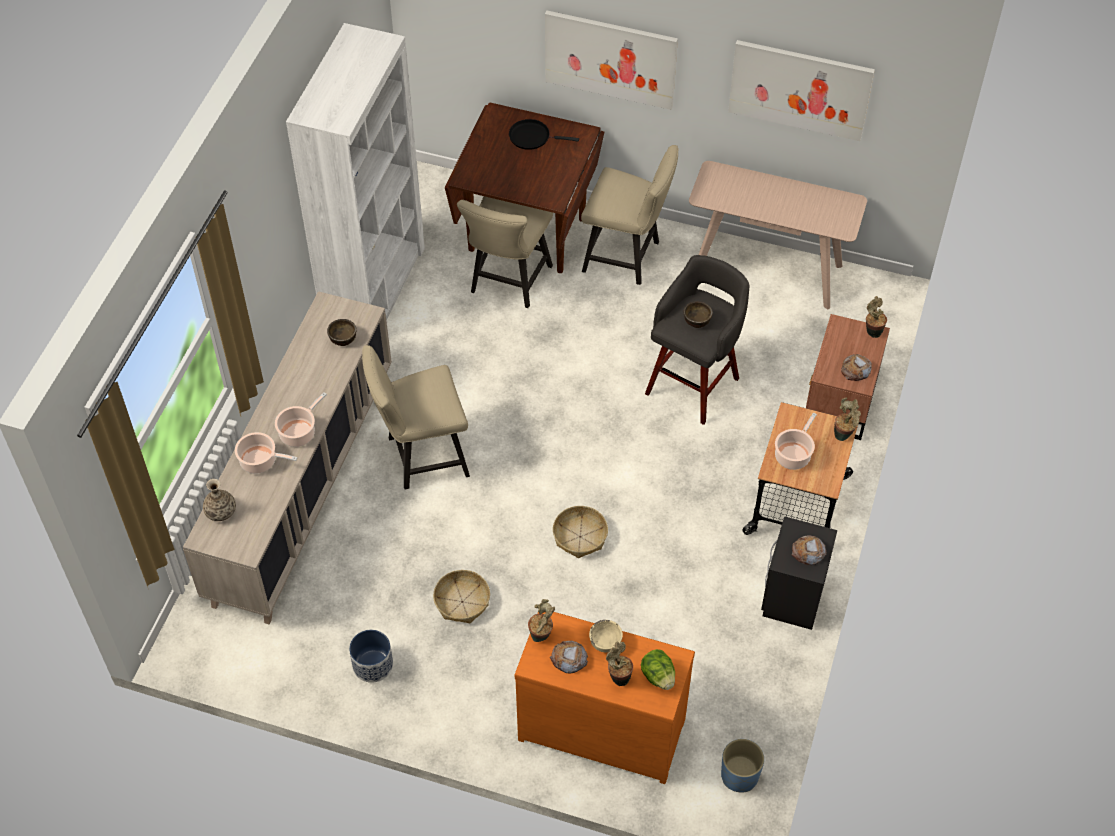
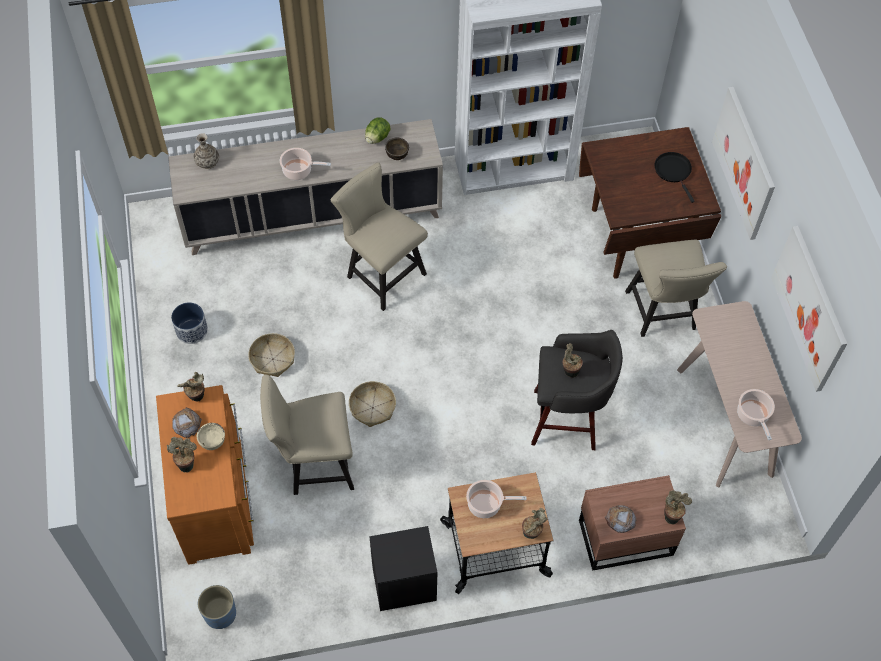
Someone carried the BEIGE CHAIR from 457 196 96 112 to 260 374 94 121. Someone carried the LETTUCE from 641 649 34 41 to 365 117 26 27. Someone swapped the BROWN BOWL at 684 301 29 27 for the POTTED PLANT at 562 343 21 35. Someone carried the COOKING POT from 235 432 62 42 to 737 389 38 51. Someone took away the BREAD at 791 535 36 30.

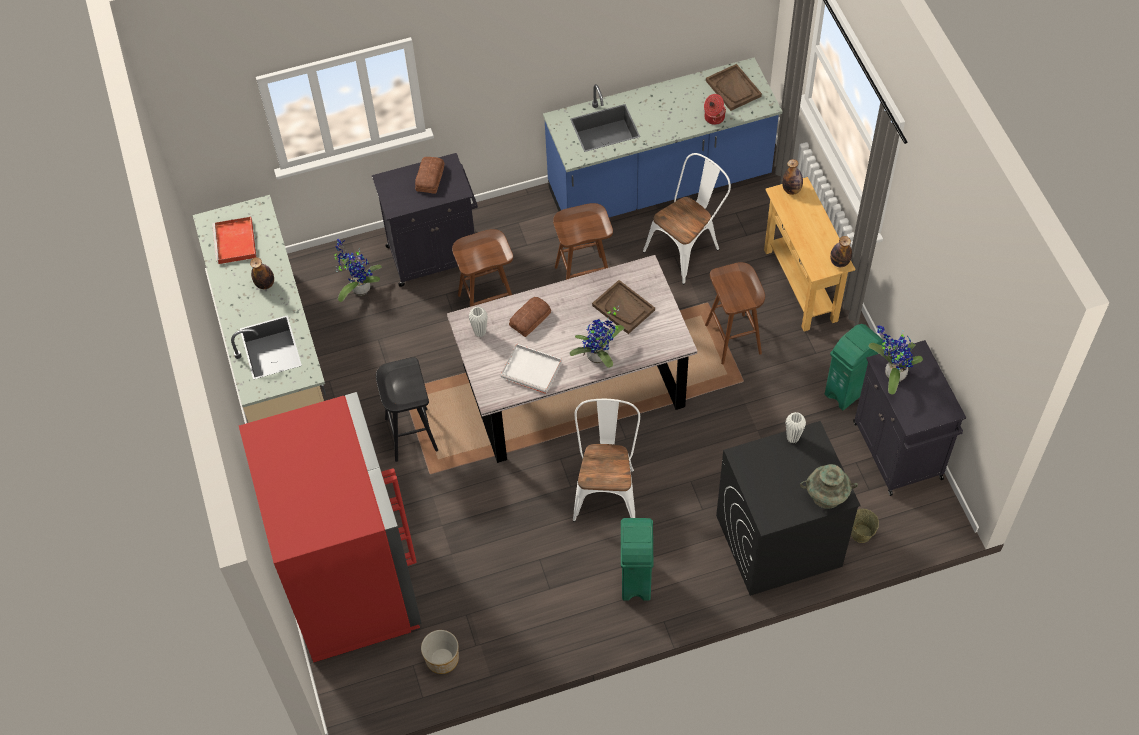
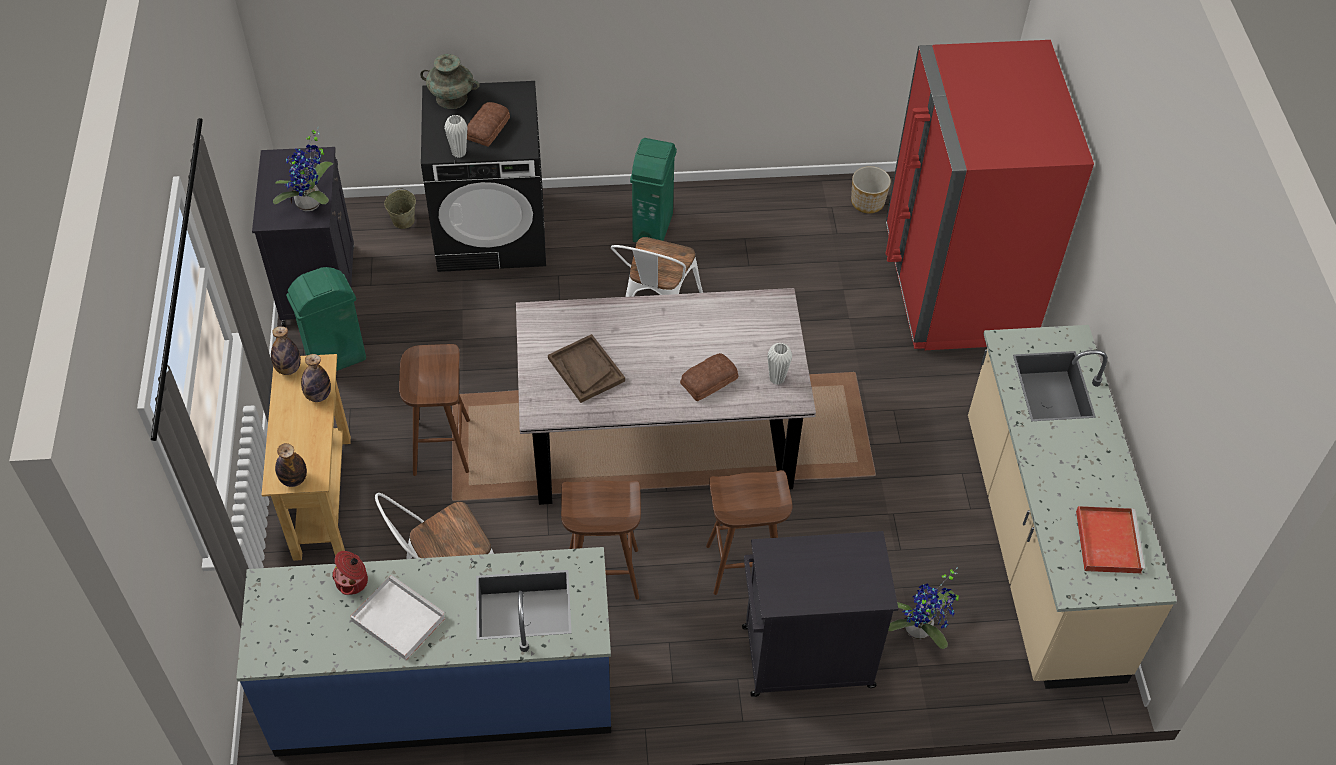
Someone carried the BOTTLE from 250 257 24 32 to 301 354 30 48. Someone carried the WHITE TRAY from 500 344 62 50 to 350 575 96 85. Someone carried the BREAD from 415 157 29 37 to 467 102 43 45. Someone took away the BLACK STOOL at 376 357 62 105. Someone took away the POTTED PLANT at 570 306 55 62. Someone took away the BROWN TRAY at 706 64 56 47.

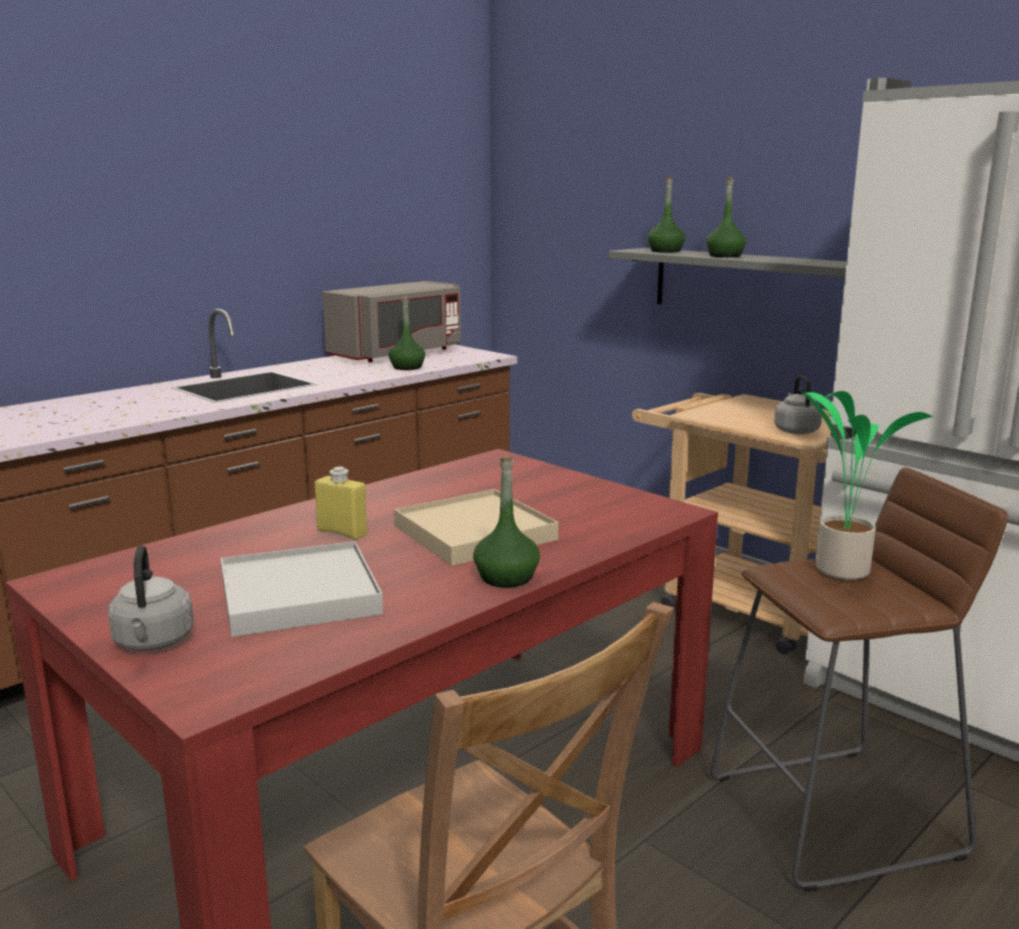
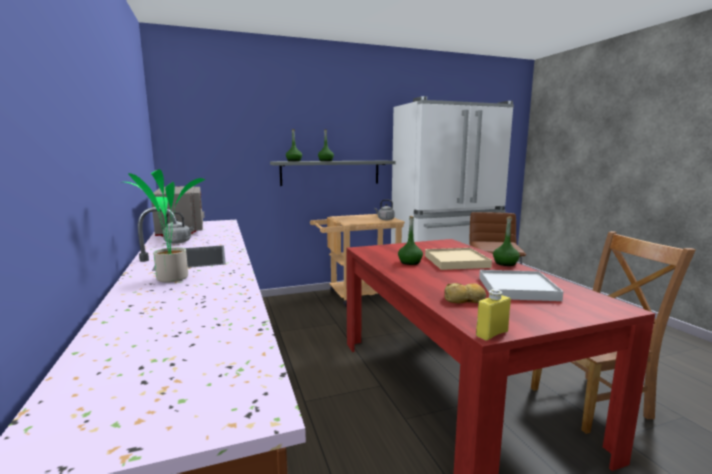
Someone carried the POTTED PLANT from 798 389 134 191 to 119 169 86 113. Someone carried the GREY KETTLE from 108 545 86 106 to 163 212 31 32. Someone carried the GREEN BOTTLE from 388 297 37 73 to 398 216 25 49. Someone put down the BREAD at 444 283 42 20. Someone carried the YELLOW BOTTLE from 315 467 53 72 to 476 289 35 52.

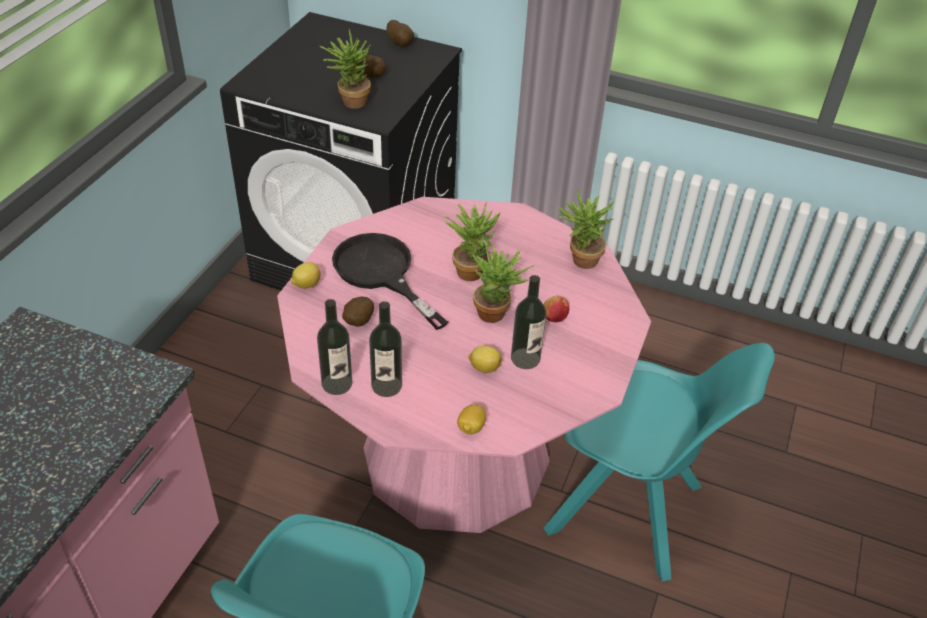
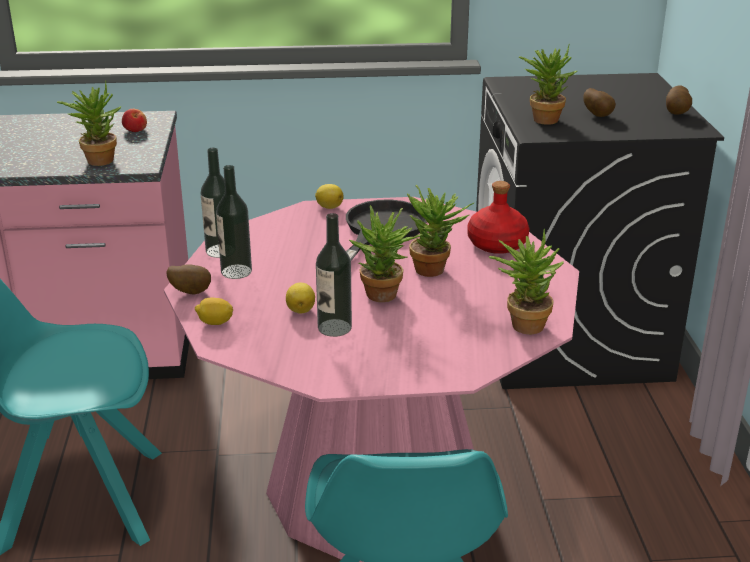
Someone put down the POTTED PLANT at 57 80 65 86. Someone carried the APPLE from 544 296 25 26 to 122 109 25 23. Someone carried the POTATO from 342 297 32 30 to 166 264 45 31. Someone put down the RED BOTTLE at 467 181 63 73.

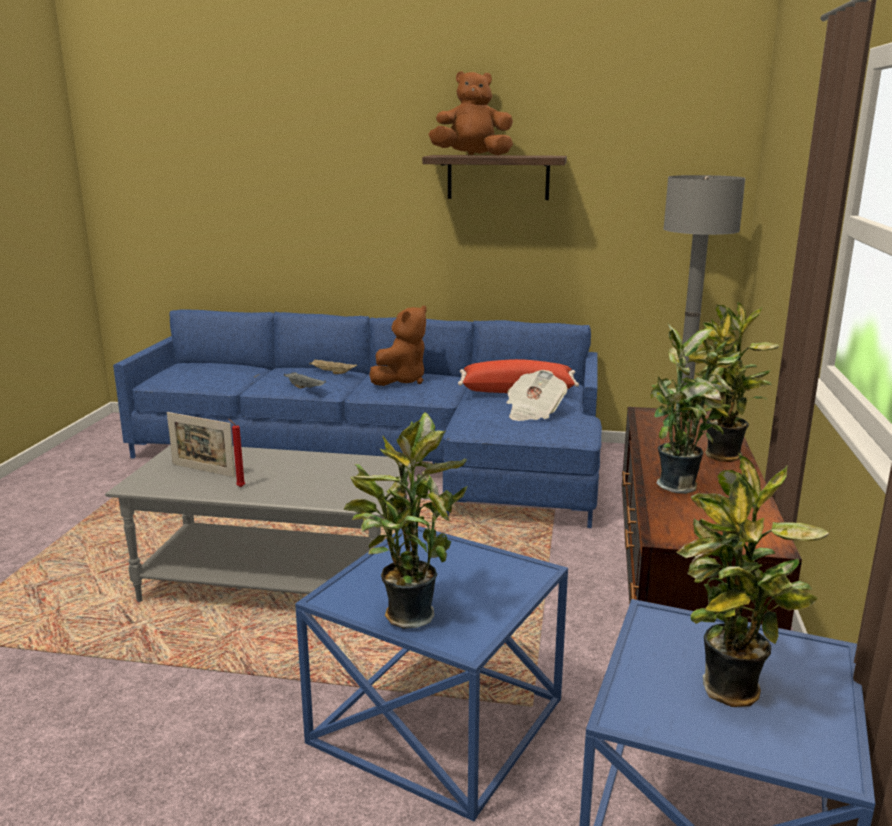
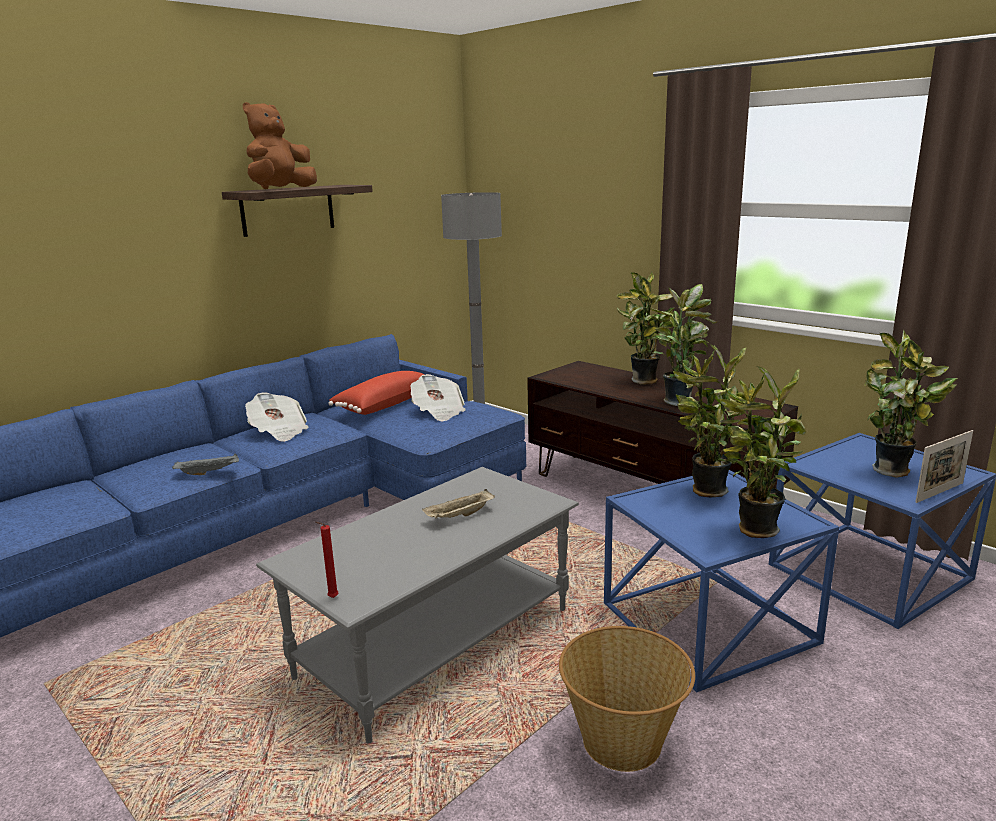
Someone swapped the BROWN PLUSH TOY at 369 306 58 80 for the NEWSPAPER at 245 392 64 50. Someone carried the RED CANDLE from 229 419 16 68 to 315 522 24 76. Someone carried the BEIGE TRAY from 309 359 48 15 to 422 489 73 29. Someone put down the BASKET at 559 626 136 146. Someone put down the POTTED PLANT at 673 344 73 154. Someone carried the PICTURE FRAME from 167 412 68 65 to 915 430 58 73.

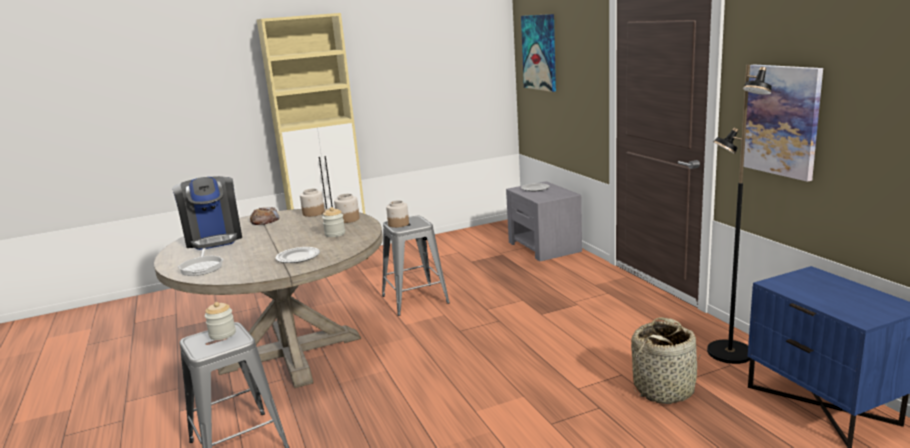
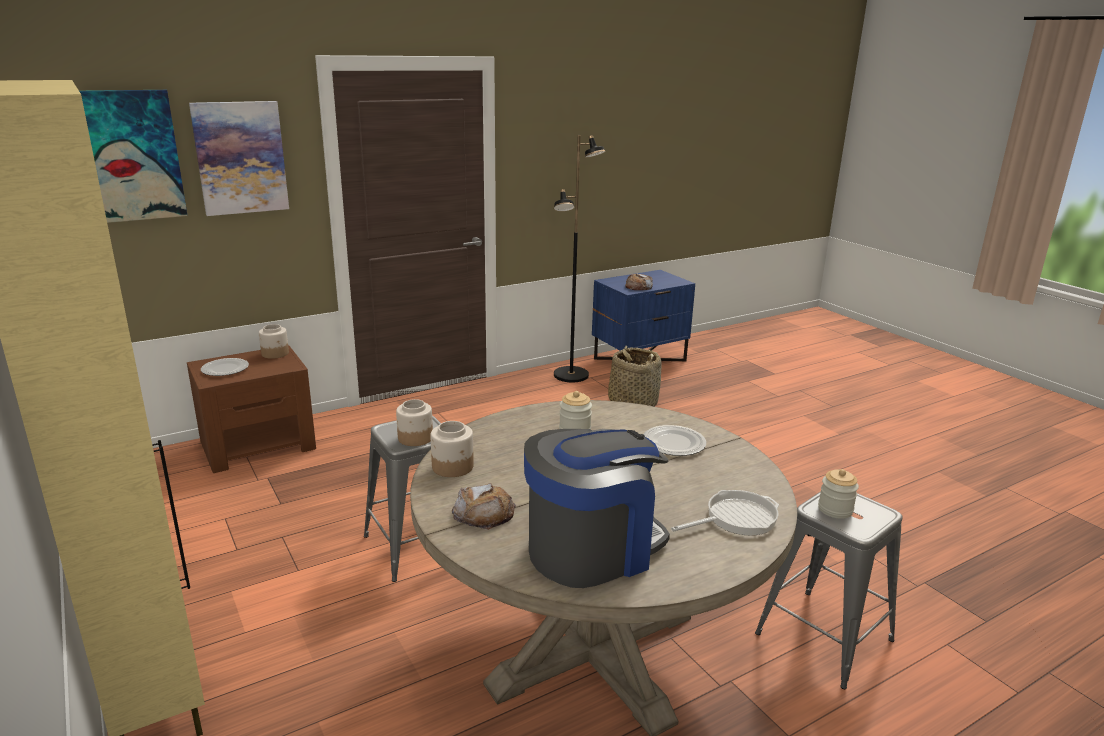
Someone repainted the GREY NIGHTSTAND at 506 181 76 80, which became the BROWN NIGHTSTAND at 187 345 129 128. Someone carried the PICTURE from 744 64 79 118 to 189 101 100 115. Someone carried the JAR from 334 194 26 29 to 259 324 30 35. Someone put down the BREAD at 625 274 28 16.

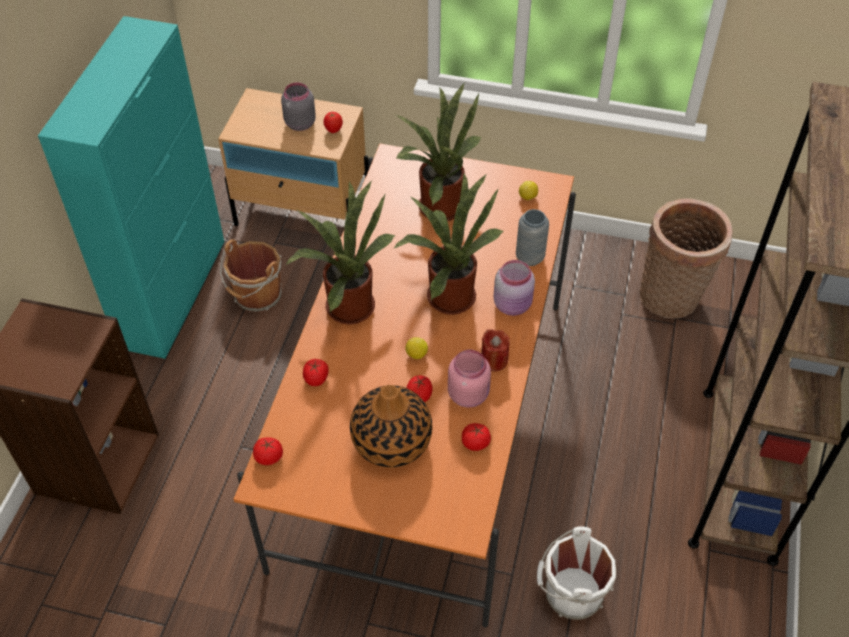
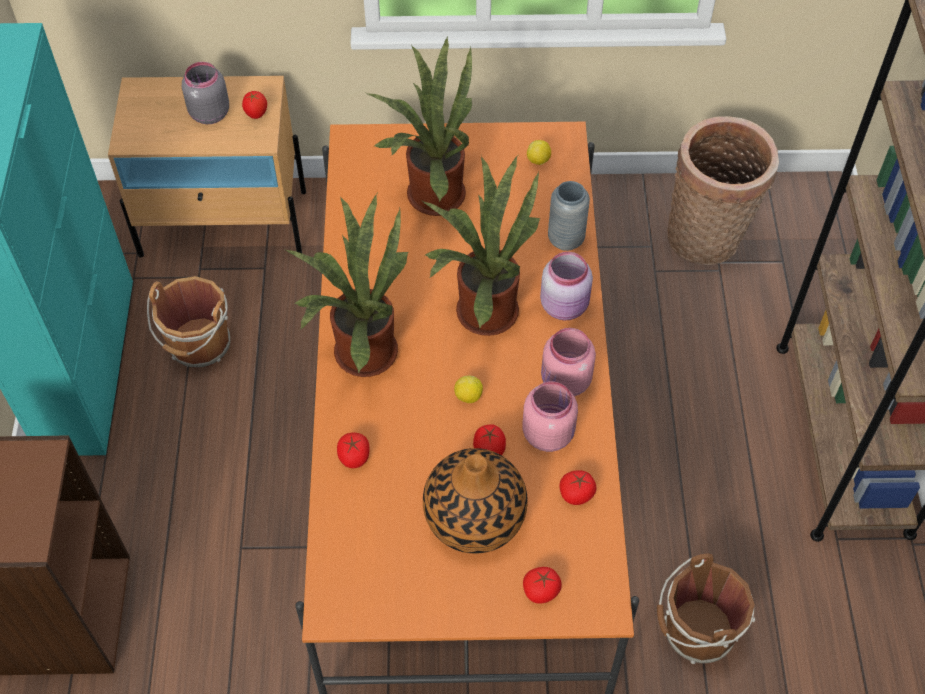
Someone carried the TOMATO from 253 437 30 28 to 523 567 39 37. Someone swapped the RED CANDLE at 481 330 29 42 for the PINK JAR at 541 328 55 68. Someone repainted the WHITE BUCKET at 537 526 79 94, which became the BROWN BUCKET at 657 554 98 110.

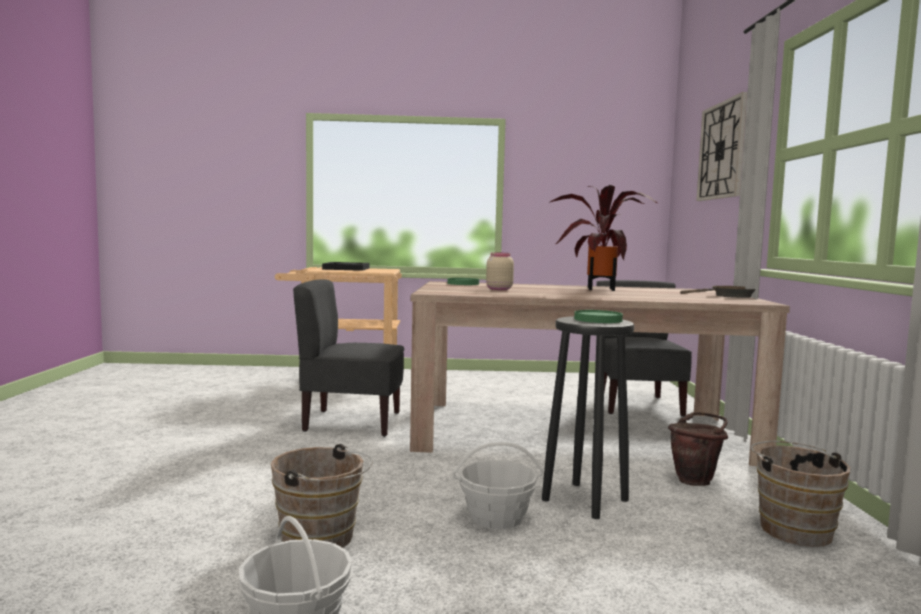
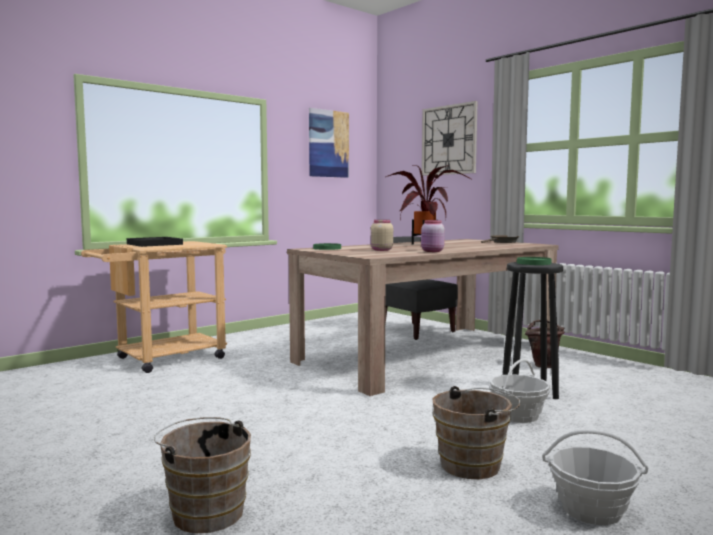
Someone carried the BROWN BUCKET from 751 441 99 106 to 154 417 97 116. Someone put up the PICTURE at 309 108 40 70. Someone put down the PINK JAR at 421 220 24 32. Someone took away the GREY CHAIR at 293 280 111 157.

